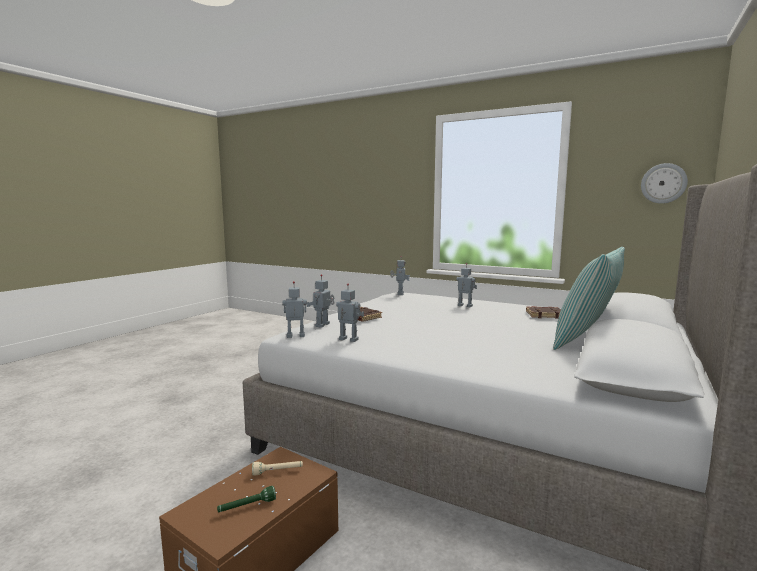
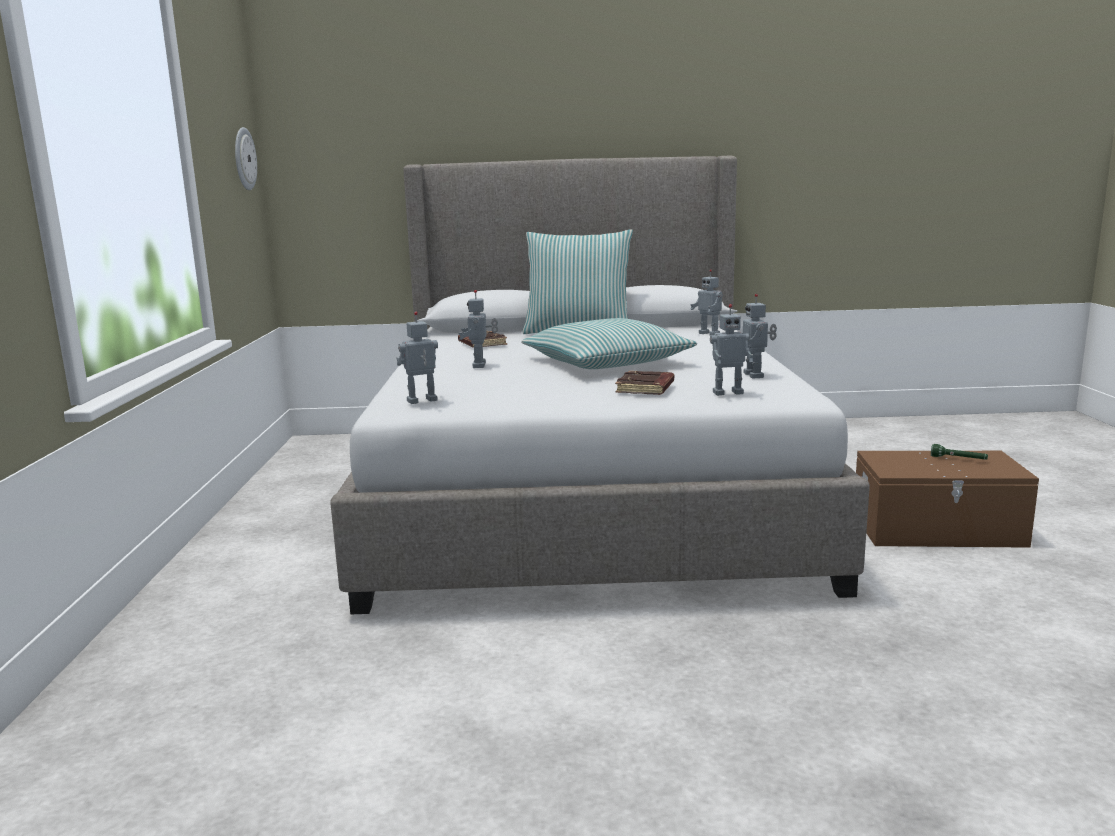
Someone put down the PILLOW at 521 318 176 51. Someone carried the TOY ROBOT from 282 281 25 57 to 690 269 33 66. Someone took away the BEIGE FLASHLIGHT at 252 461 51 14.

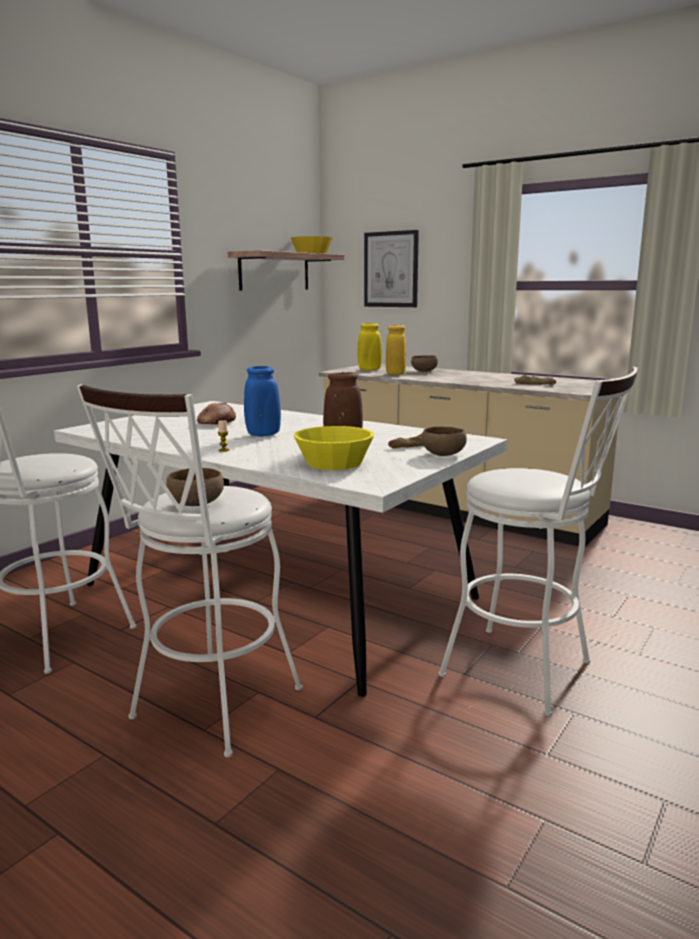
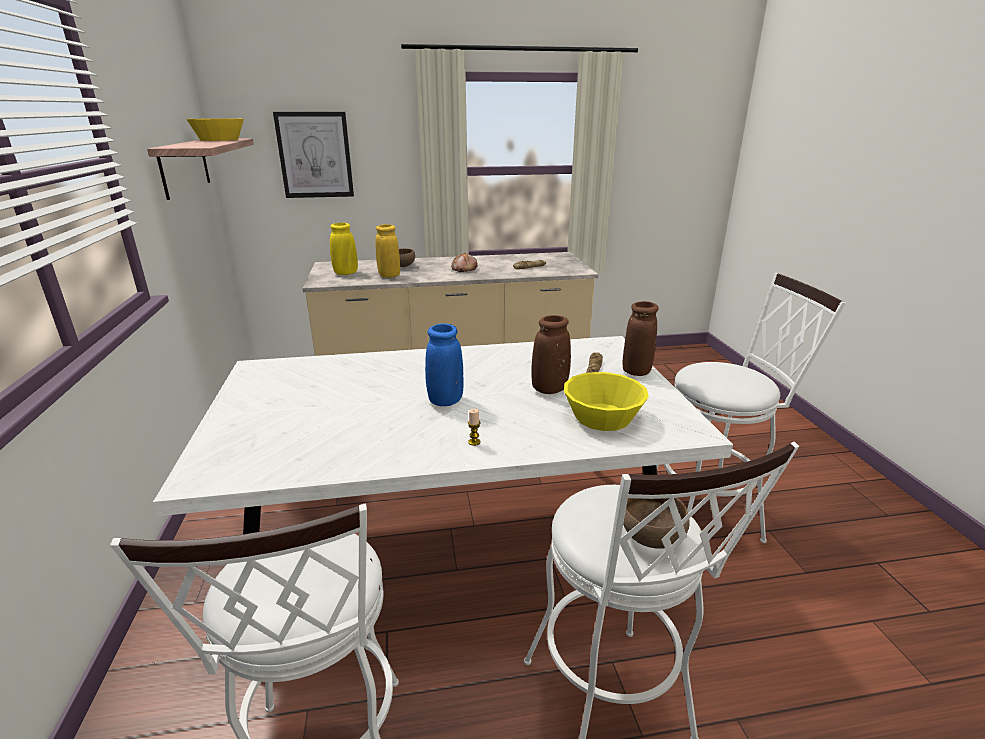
Someone carried the BREAD from 197 402 39 22 to 451 253 27 19. Someone swapped the BROWN BOWL at 422 427 45 29 for the BROWN VASE at 623 301 36 75.

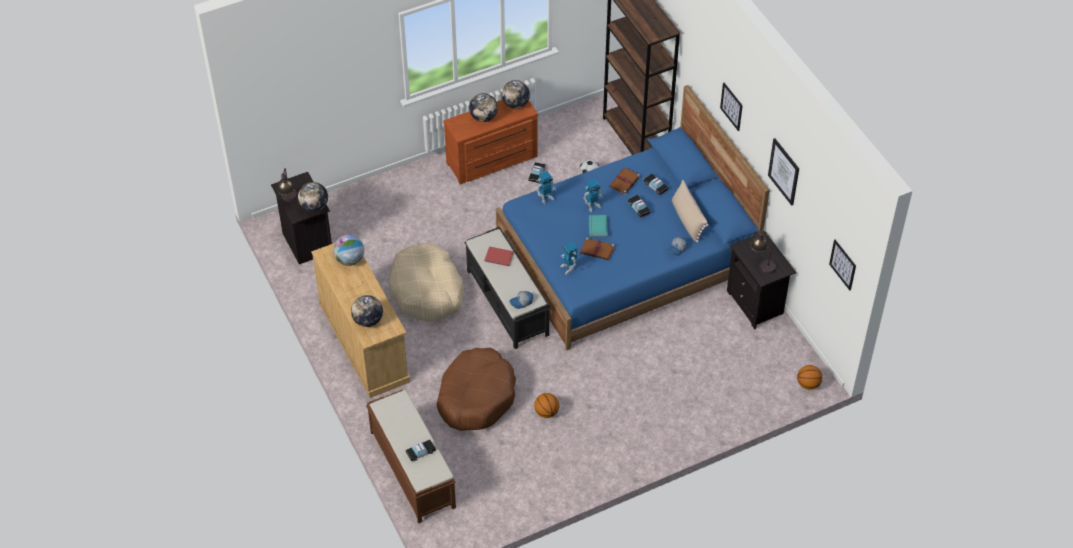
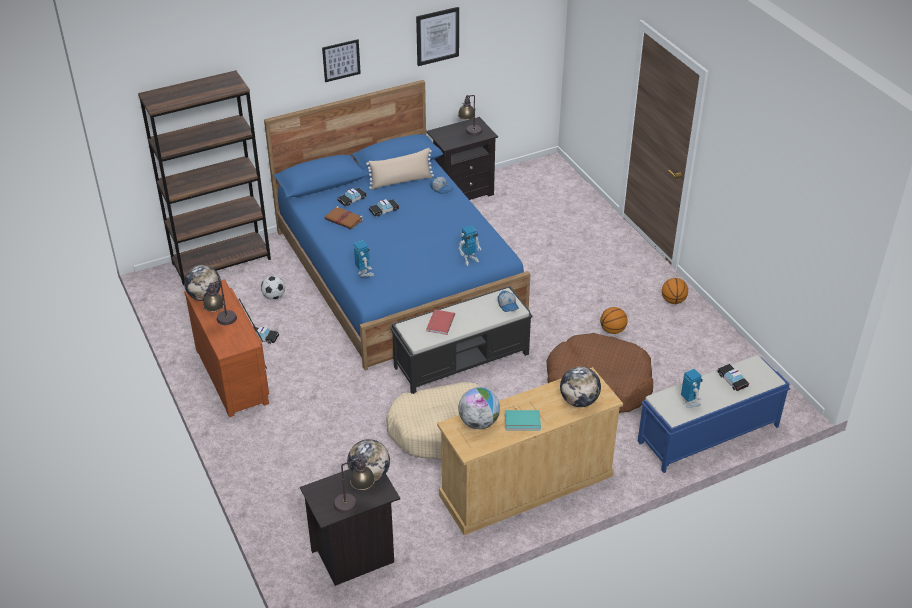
Someone swapped the GLOBE at 469 93 29 29 for the TABLE LAMP at 203 280 34 45. Someone carried the TURQUOISE BOOK from 589 215 19 21 to 505 410 36 21. Someone repainted the BROWN BENCH at 366 390 90 134, which became the BLUE BENCH at 638 355 152 118. Someone carried the BASKETBALL from 797 365 25 25 to 662 278 26 26. Someone carried the TOY ROBOT from 583 179 20 33 to 681 369 22 39. Someone took away the BROWN BOOK at 580 237 35 23. Someone took away the PICTURE at 829 240 27 50.

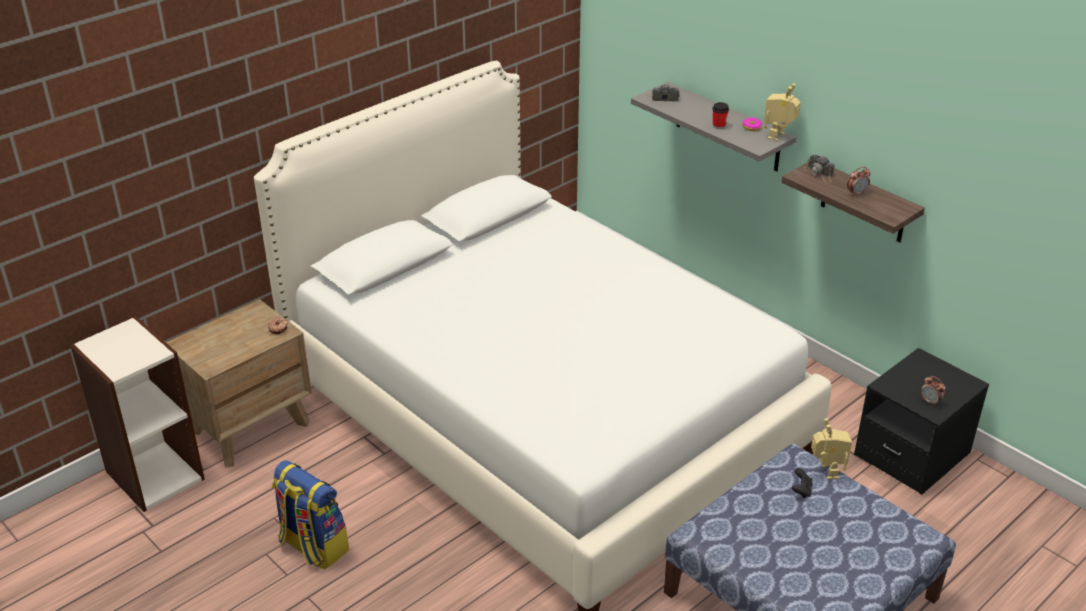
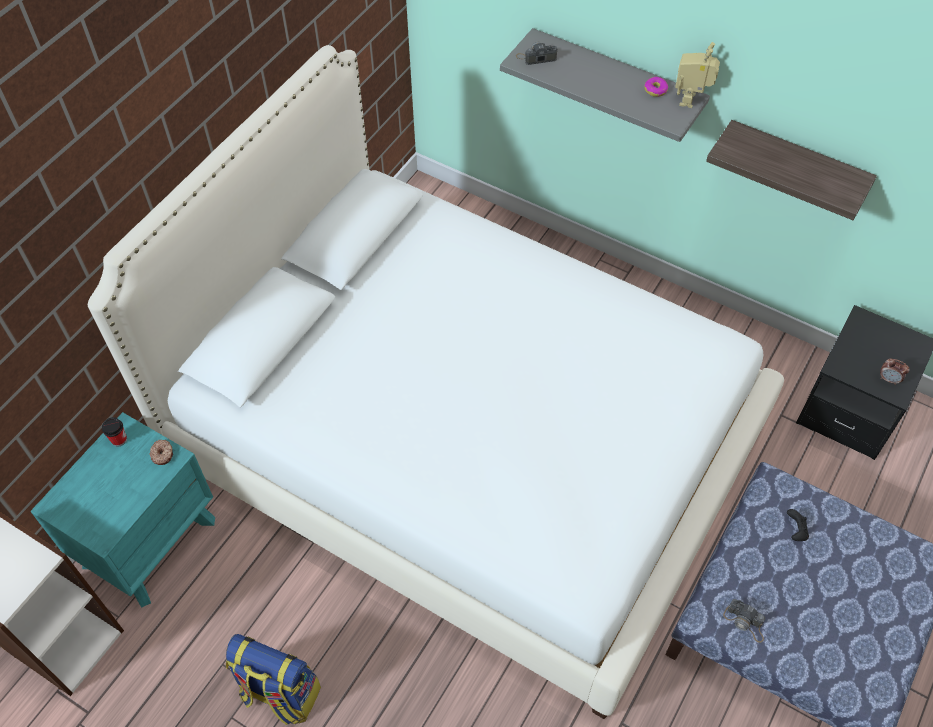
Someone repainted the BROWN NIGHTSTAND at 166 299 146 168, which became the TURQUOISE NIGHTSTAND at 30 412 185 196. Someone carried the CUP from 712 102 17 27 to 102 417 25 30. Someone carried the PHOTO CAMERA from 804 155 31 28 to 723 599 43 44. Someone took away the TOY ROBOT at 811 418 41 62. Someone took away the ALARM CLOCK at 847 167 23 30.

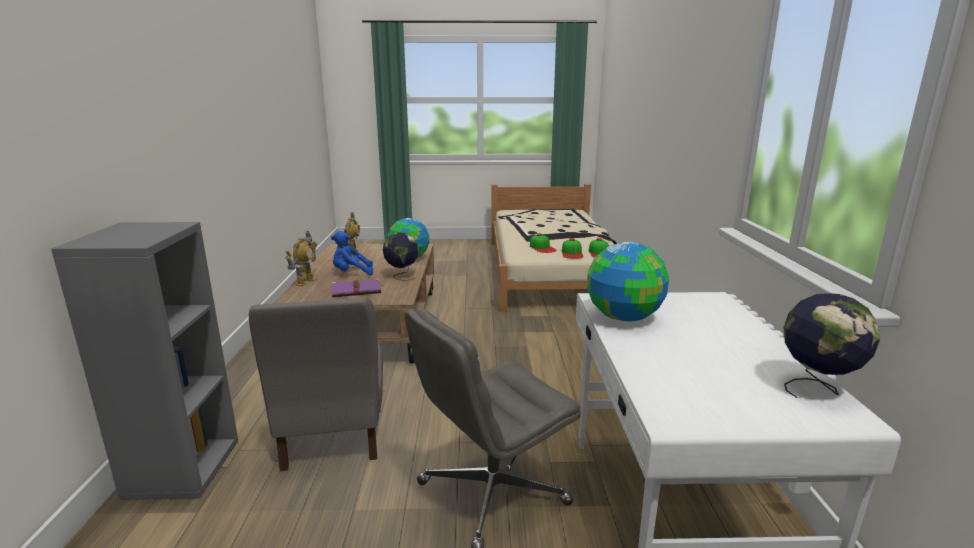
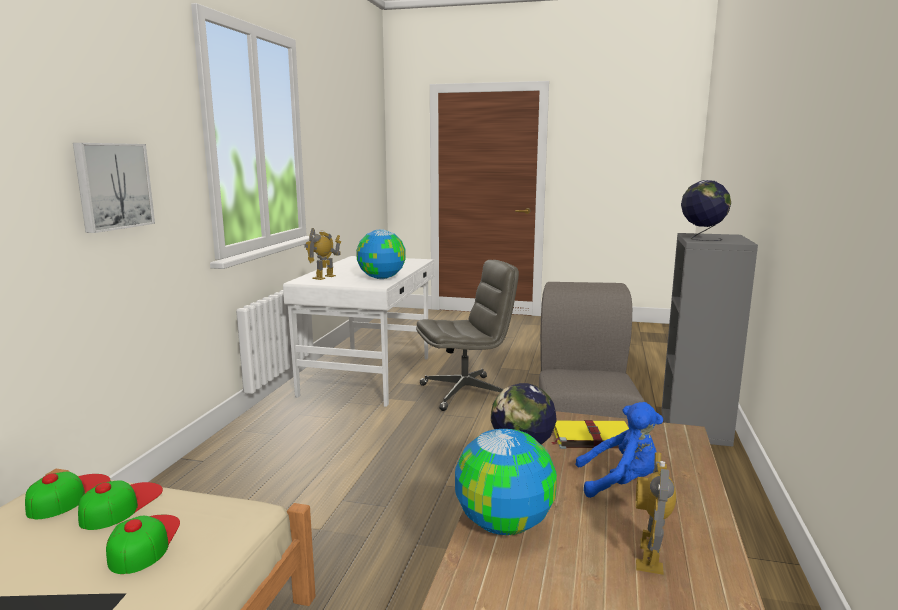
Someone put up the PICTURE at 73 143 82 90. Someone carried the TOY ROBOT from 285 231 32 55 to 304 228 37 52. Someone repainted the PURPLE BOOK at 332 278 51 19, which became the YELLOW BOOK at 552 420 77 29. Someone carried the GLOBE from 783 293 97 105 to 681 180 50 61.

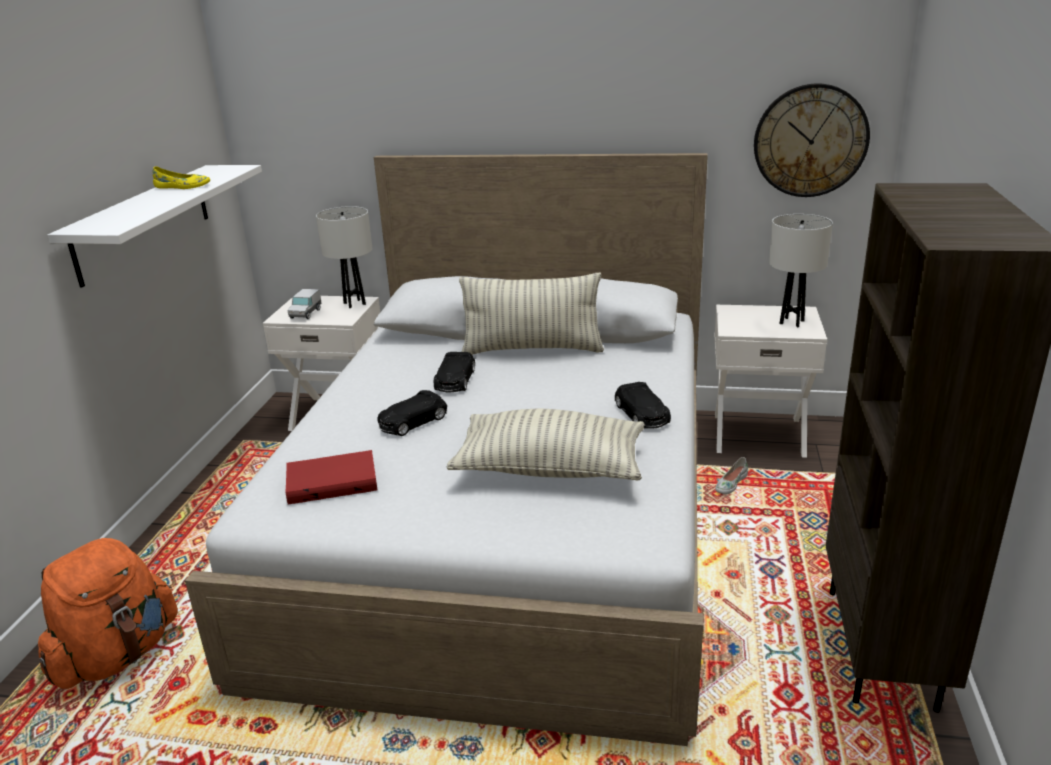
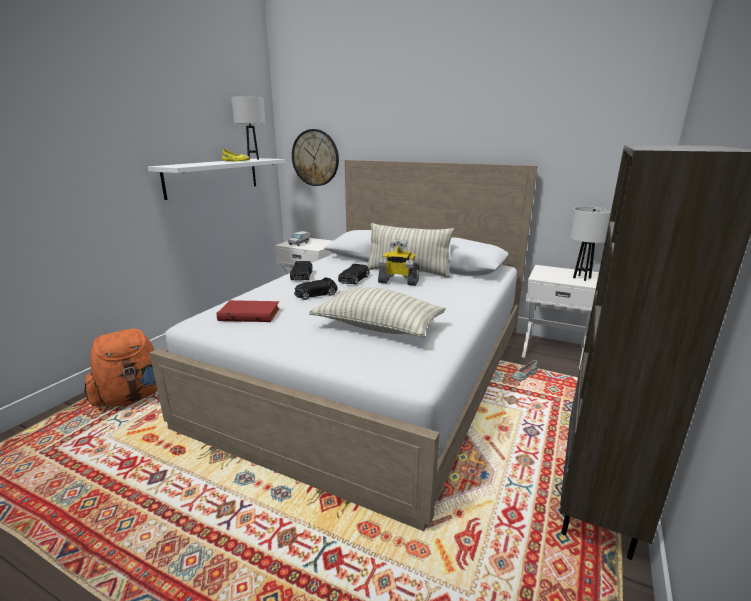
Someone carried the WHITE TABLE LAMP from 316 206 57 102 to 231 96 35 64. Someone carried the BLACK TOY CAR from 615 382 56 47 to 290 261 23 20. Someone carried the WALL CLOCK from 754 83 116 114 to 292 129 47 57. Someone put down the TOY ROBOT at 378 239 41 47.

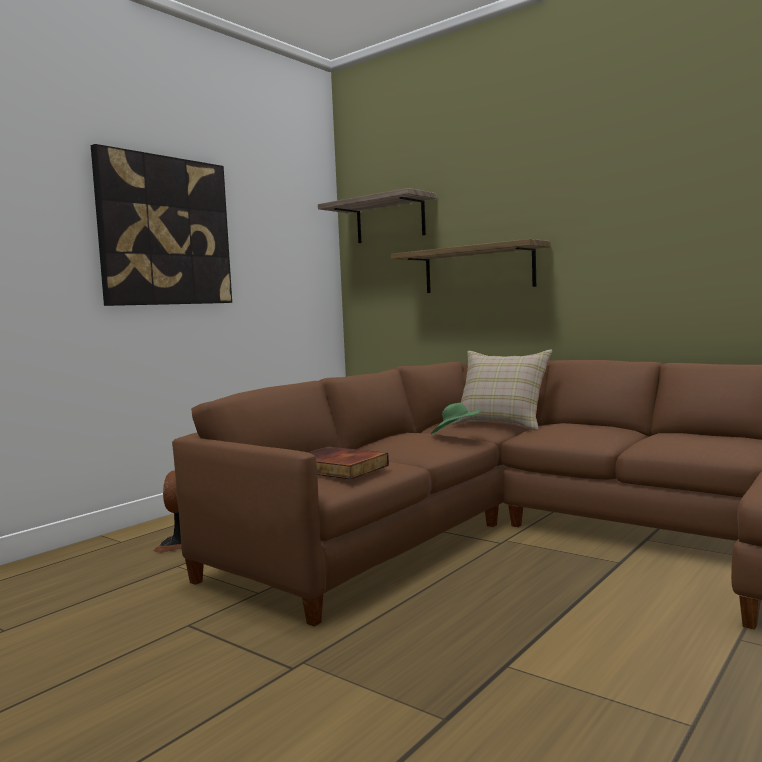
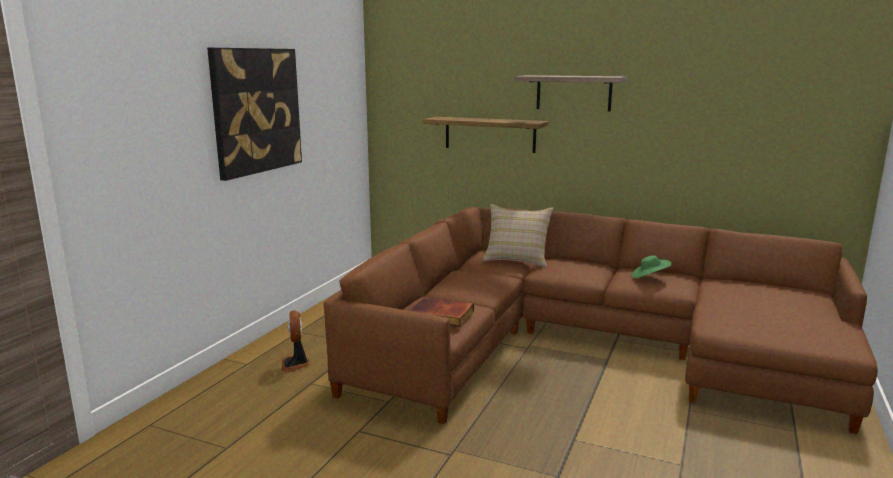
Someone carried the SHELF from 318 188 119 55 to 514 75 112 36. Someone carried the GREEN HAT from 431 403 50 31 to 632 255 40 23.

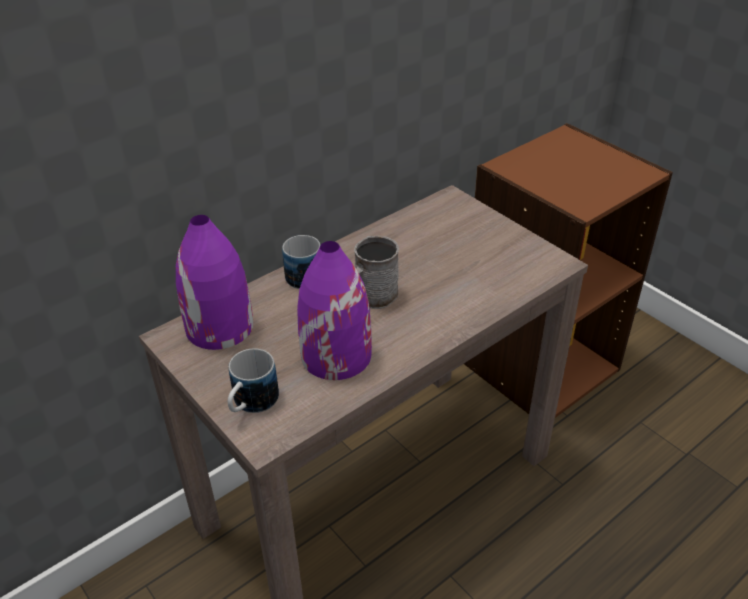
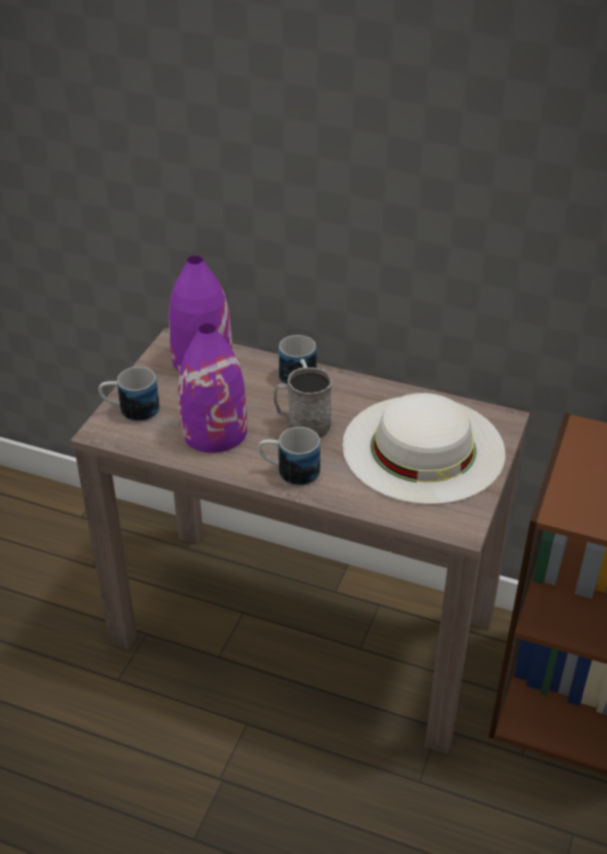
Someone put down the MUG at 258 427 62 59. Someone put down the WHITE HAT at 342 393 163 111.

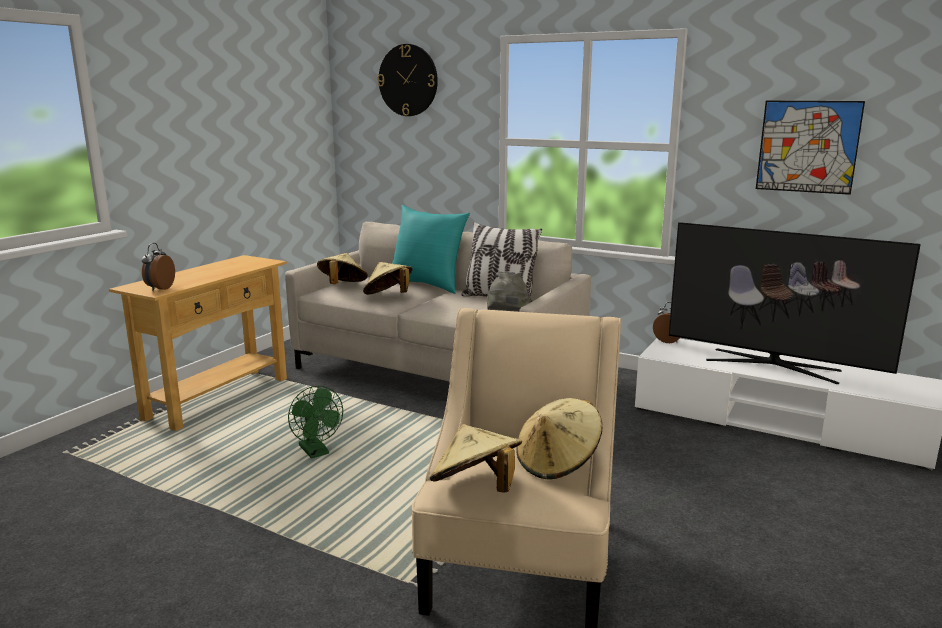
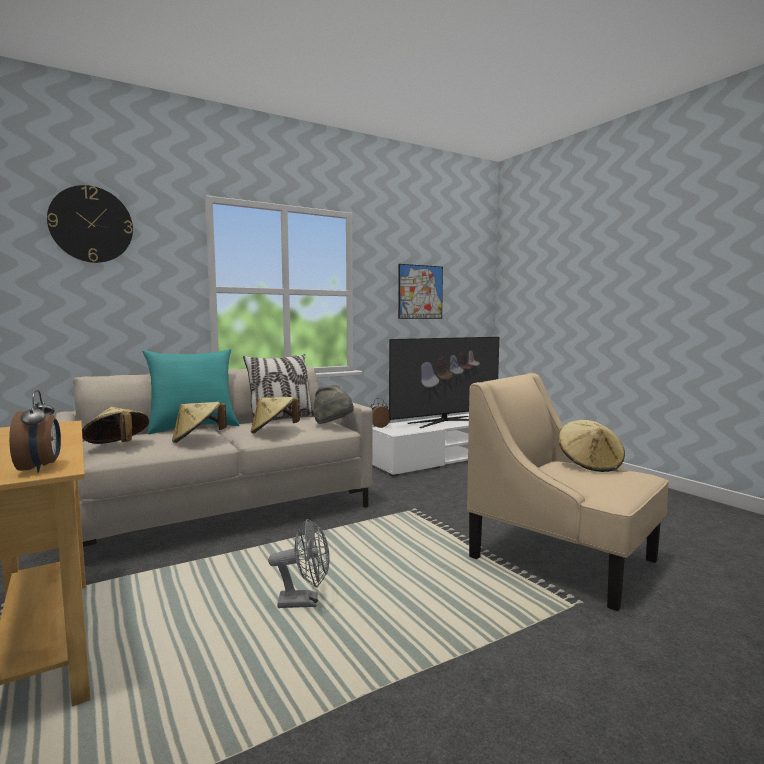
Someone rotated the ALARM CLOCK at 141 243 34 48 by 150 degrees counterclockwise. Someone carried the BEIGE HAT from 430 424 92 69 to 251 397 49 37. Someone repainted the GREEN FAN at 288 386 55 73, which became the GREY FAN at 268 519 62 89.

